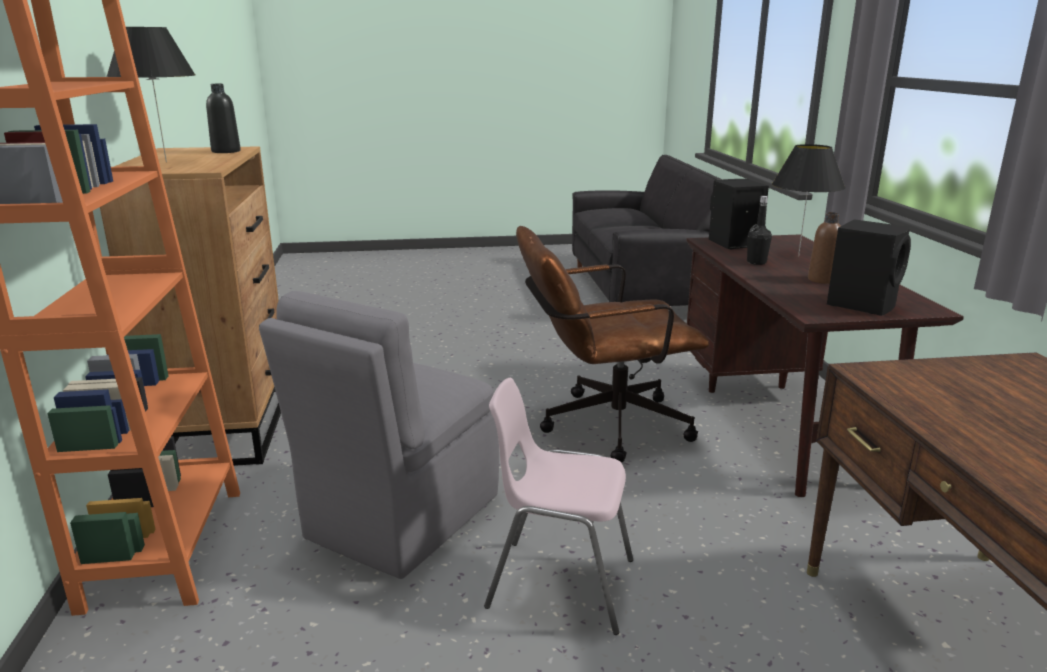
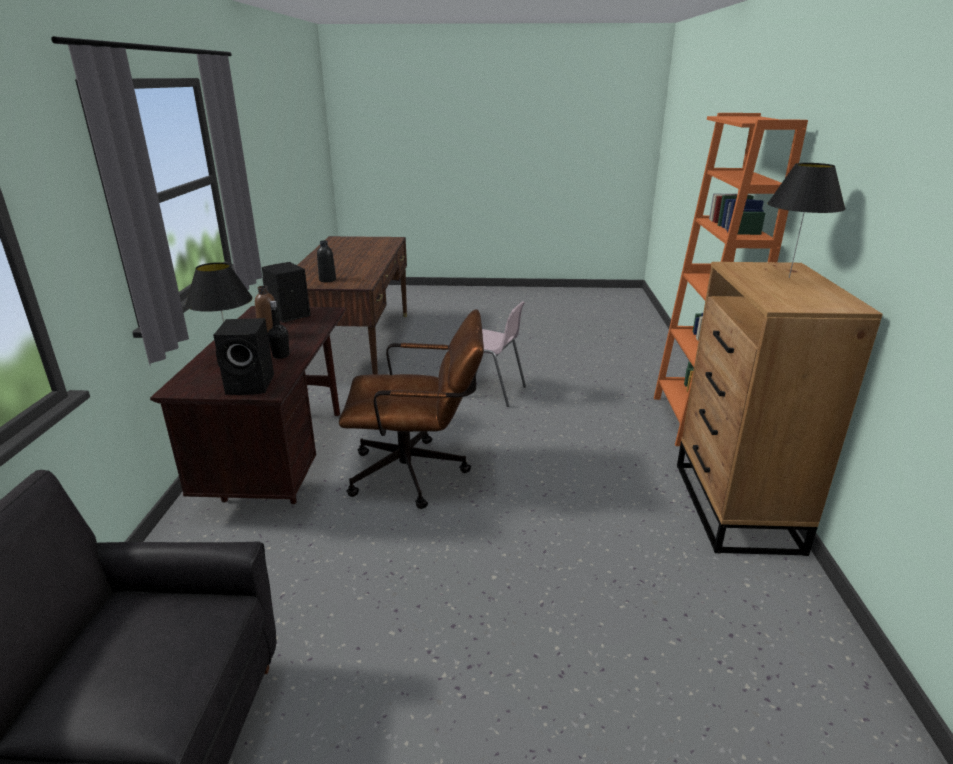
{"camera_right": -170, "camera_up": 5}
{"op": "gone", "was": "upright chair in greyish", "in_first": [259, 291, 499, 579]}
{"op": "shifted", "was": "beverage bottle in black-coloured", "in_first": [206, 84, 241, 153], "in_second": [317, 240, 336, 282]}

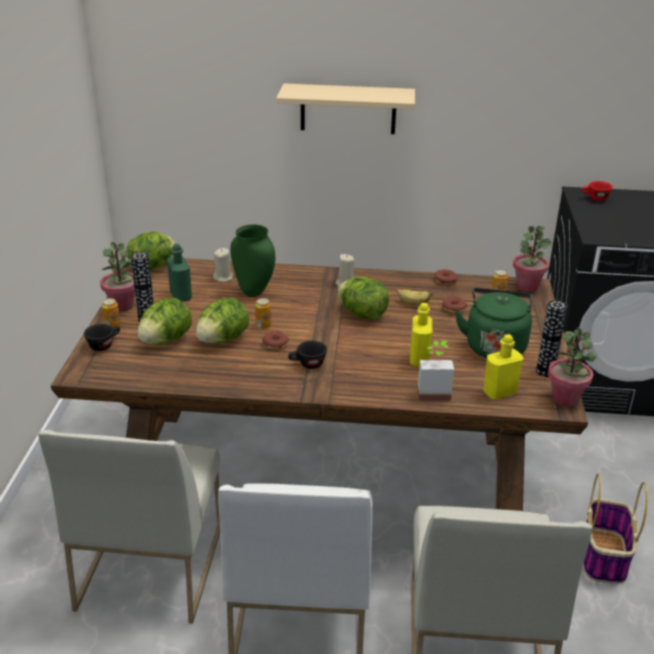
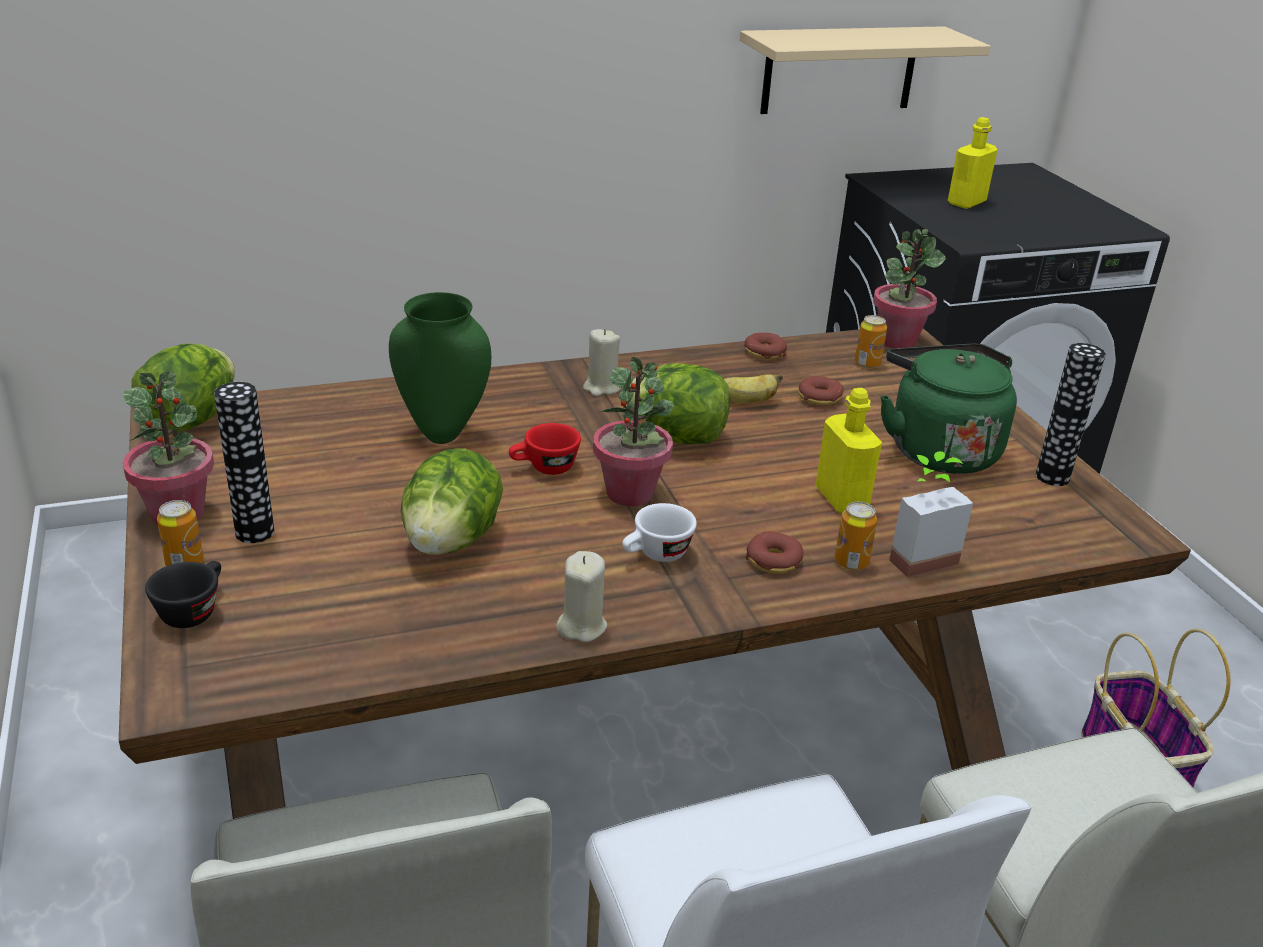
{"camera_right": -25, "camera_up": 0}
{"op": "gone", "was": "lettuce head", "in_first": [138, 298, 192, 345]}
{"op": "gone", "was": "beverage bottle in greenish", "in_first": [167, 244, 192, 302]}
{"op": "shifted", "was": "wax light in sand-coloured", "in_first": [213, 248, 233, 282], "in_second": [556, 551, 607, 642]}
{"op": "shifted", "was": "can", "in_first": [255, 298, 271, 329], "in_second": [834, 502, 877, 570]}
{"op": "shifted", "was": "ring doughnut", "in_first": [262, 331, 289, 350], "in_second": [746, 531, 803, 574]}
{"op": "shifted", "was": "wall shelf in sand-coloured", "in_first": [276, 83, 415, 134], "in_second": [740, 26, 990, 114]}
{"op": "shifted", "was": "beverage bottle in yellow-coloured", "in_first": [483, 334, 523, 400], "in_second": [948, 117, 997, 209]}
{"op": "shifted", "was": "houseplant", "in_first": [548, 327, 597, 407], "in_second": [593, 357, 674, 506]}
{"op": "shifted", "was": "small cup in red", "in_first": [581, 181, 613, 201], "in_second": [509, 423, 581, 475]}
{"op": "repainted", "was": "small cup in black-coloured", "now": "small cup in white", "in_first": [288, 341, 327, 369], "in_second": [622, 503, 697, 562]}

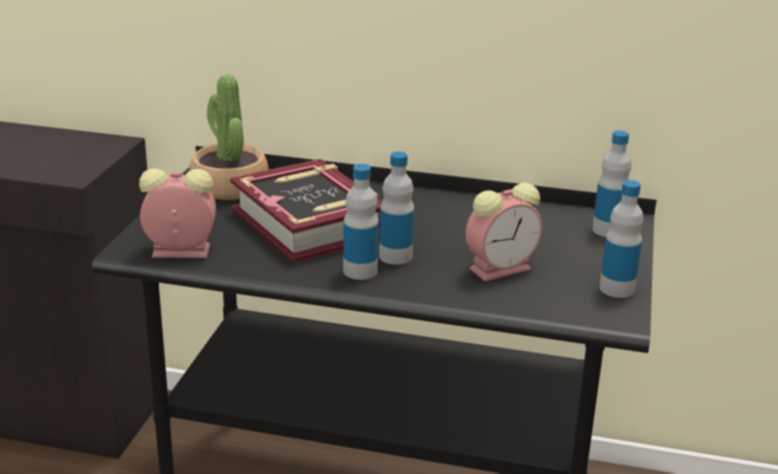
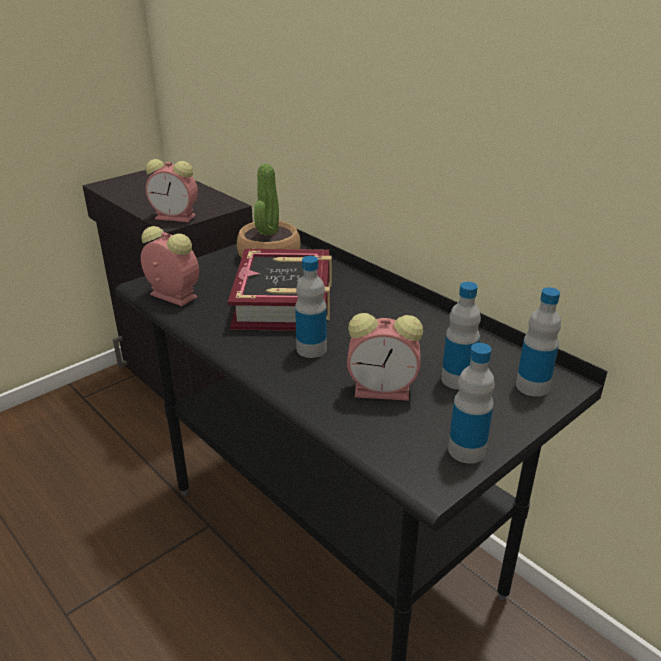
{"camera_right": 35, "camera_up": 5}
{"op": "new", "now": "table clock", "in_second": [146, 159, 198, 222]}
{"op": "shifted", "was": "beverage bottle", "in_first": [343, 164, 379, 280], "in_second": [441, 282, 481, 390]}

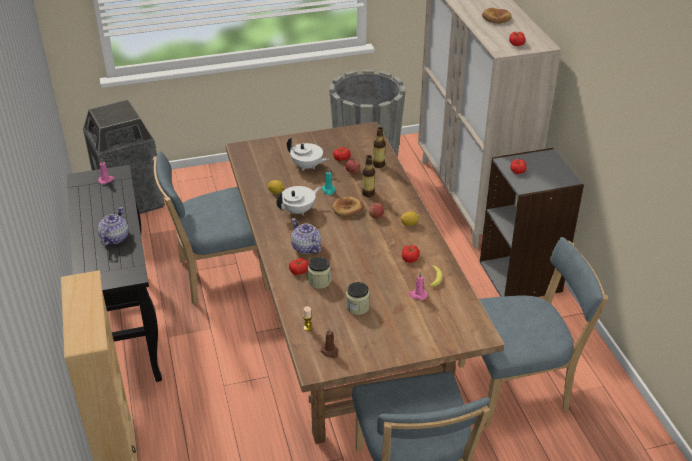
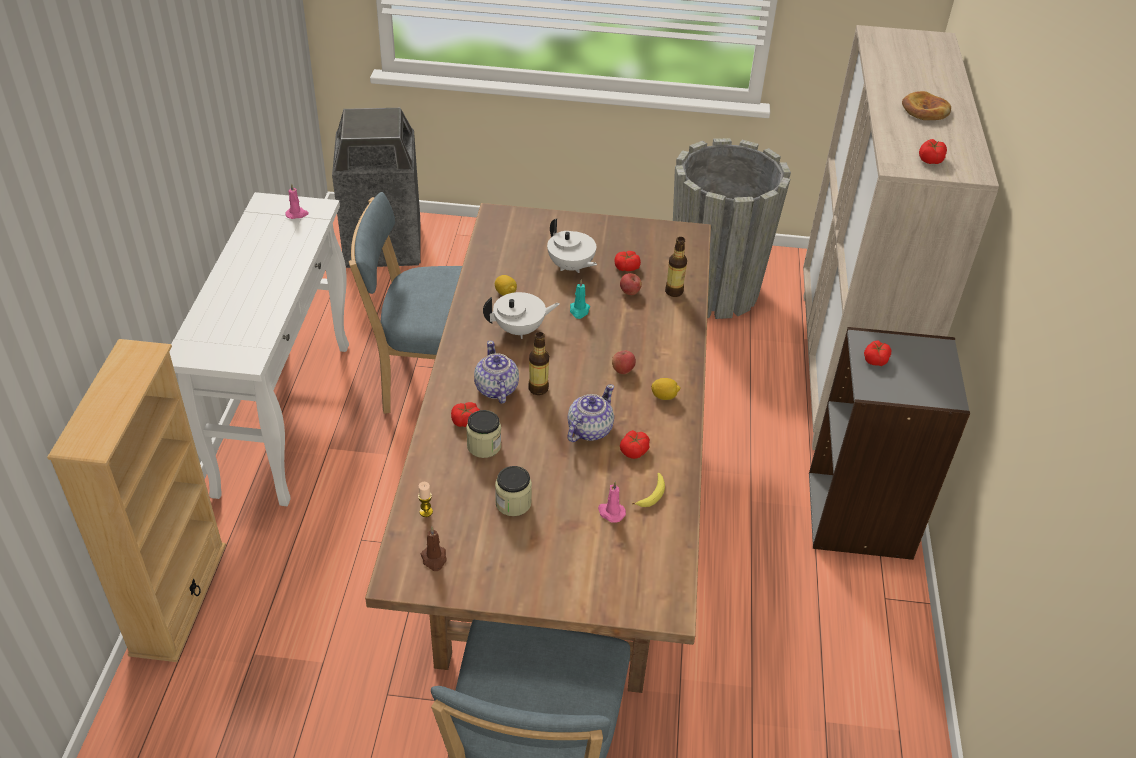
{"camera_right": 20, "camera_up": 5}
{"op": "gone", "was": "baked bread", "in_first": [333, 197, 365, 218]}
{"op": "gone", "was": "upright chair in blue-coloured", "in_first": [458, 237, 608, 427]}
{"op": "shifted", "was": "tea pot", "in_first": [98, 207, 129, 246], "in_second": [567, 384, 614, 442]}
{"op": "shifted", "was": "beverage bottle", "in_first": [362, 155, 375, 197], "in_second": [528, 332, 549, 395]}
{"op": "repainted", "was": "console table in black-coloured", "now": "console table in white", "in_first": [67, 165, 162, 382], "in_second": [169, 192, 349, 506]}

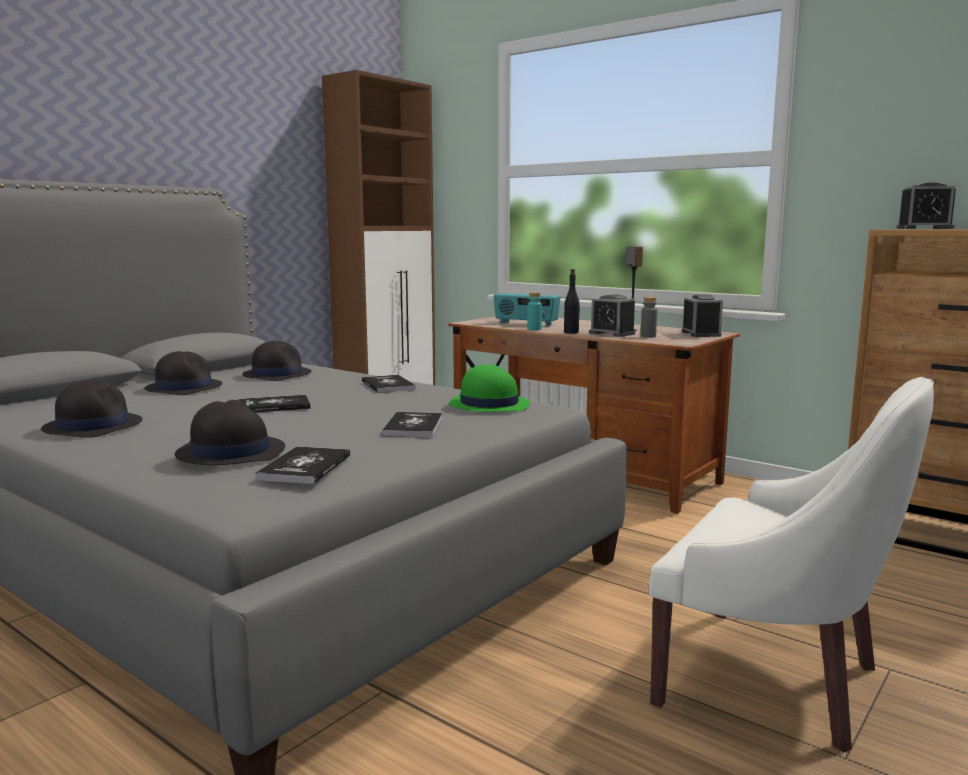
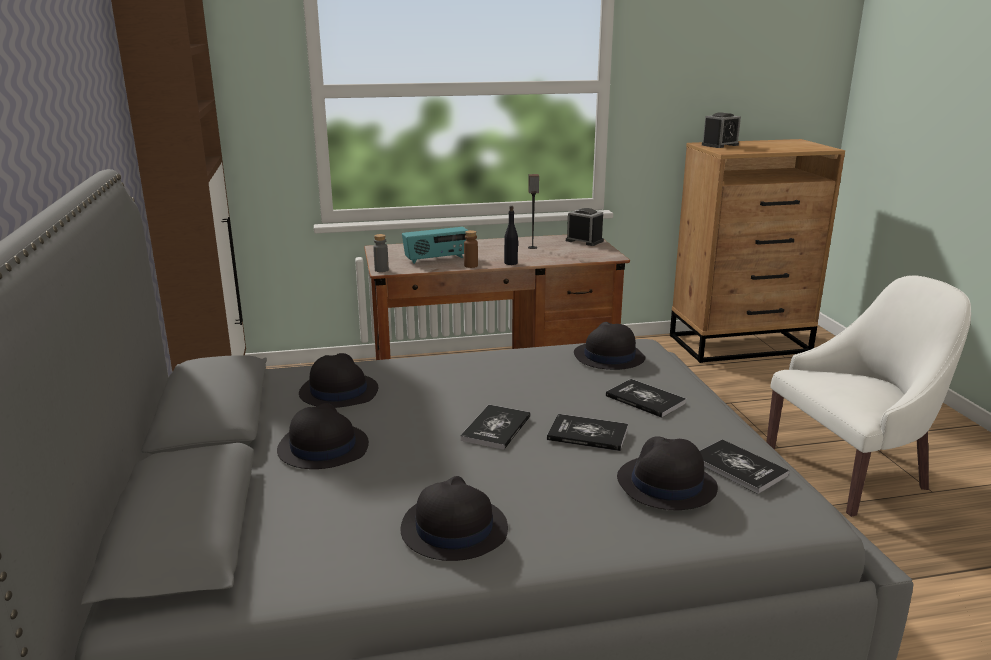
{"camera_right": -50, "camera_up": 10}
{"op": "gone", "was": "table clock", "in_first": [589, 294, 635, 337]}
{"op": "shifted", "was": "bound book", "in_first": [362, 375, 416, 393], "in_second": [547, 414, 628, 451]}
{"op": "shifted", "was": "beverage bottle in greyish", "in_first": [641, 297, 657, 338], "in_second": [373, 234, 389, 272]}
{"op": "repainted", "was": "clothing hat in greenish", "now": "clothing hat in black-coloured", "in_first": [449, 364, 530, 412], "in_second": [574, 322, 646, 370]}
{"op": "repainted", "was": "beverage bottle in turquoise-coloured", "now": "beverage bottle in brown-coloured", "in_first": [527, 292, 542, 330], "in_second": [464, 230, 478, 268]}

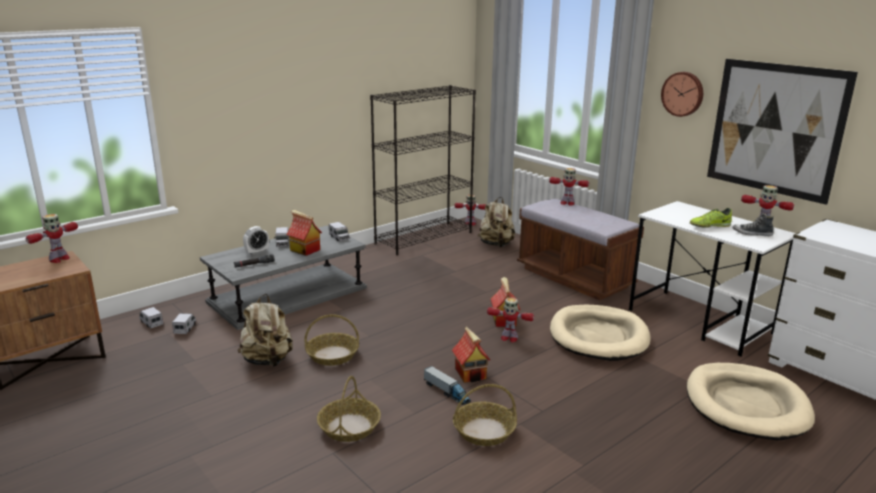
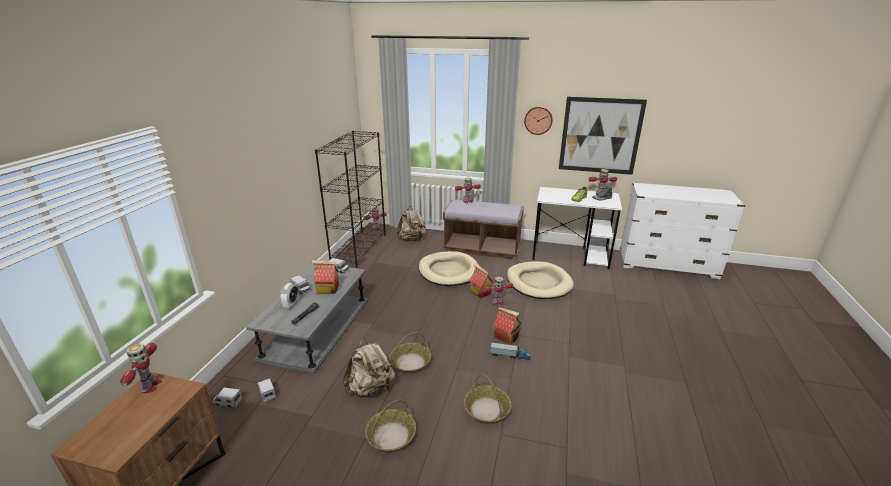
{"camera_right": -35, "camera_up": 5}
{"op": "shifted", "was": "storage basket", "in_first": [453, 384, 517, 446], "in_second": [365, 400, 416, 453]}
{"op": "shifted", "was": "dog cushion in sand-coloured", "in_first": [687, 363, 815, 440], "in_second": [419, 251, 478, 286]}

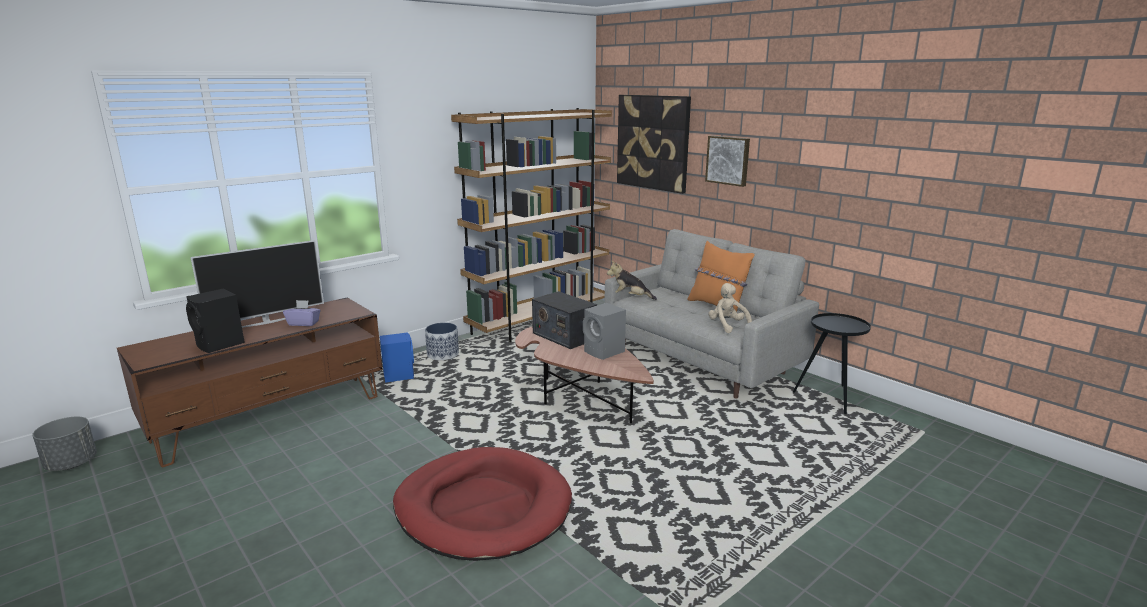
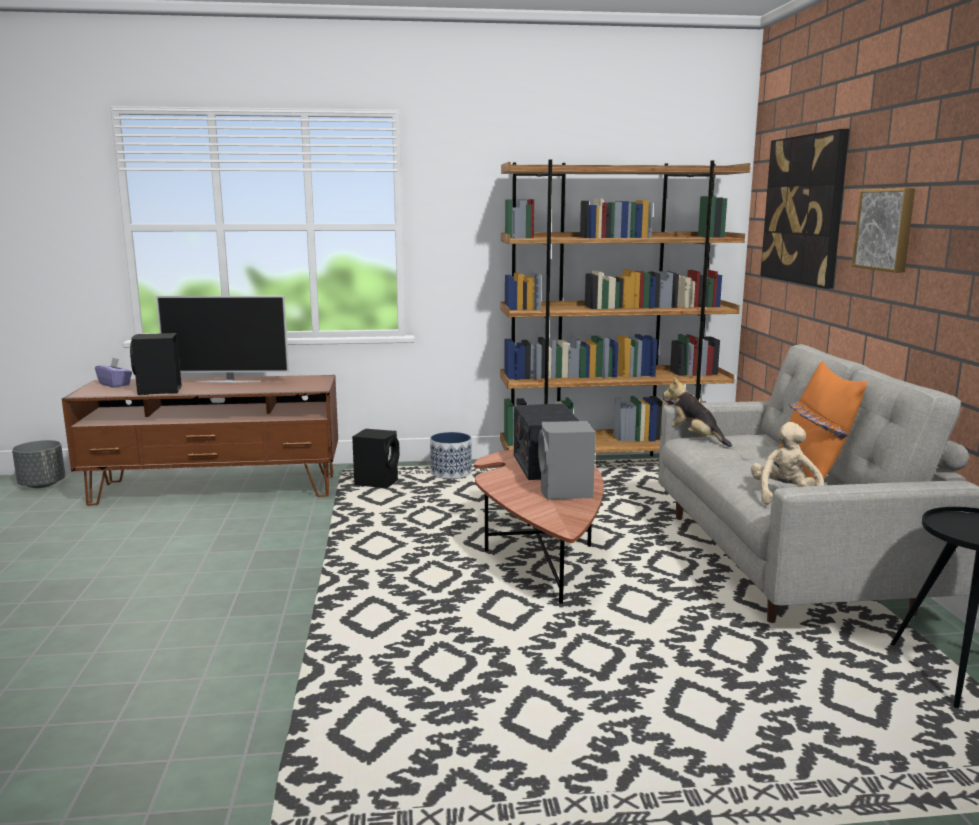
{"camera_right": 35, "camera_up": -5}
{"op": "gone", "was": "dog cushion in red", "in_first": [393, 447, 572, 561]}
{"op": "shifted", "was": "tissue holder in purple-coloured", "in_first": [283, 300, 321, 326], "in_second": [95, 358, 132, 388]}
{"op": "repainted", "was": "speaker in blue-coloured", "now": "speaker in black-coloured", "in_first": [380, 332, 414, 383], "in_second": [352, 429, 400, 488]}

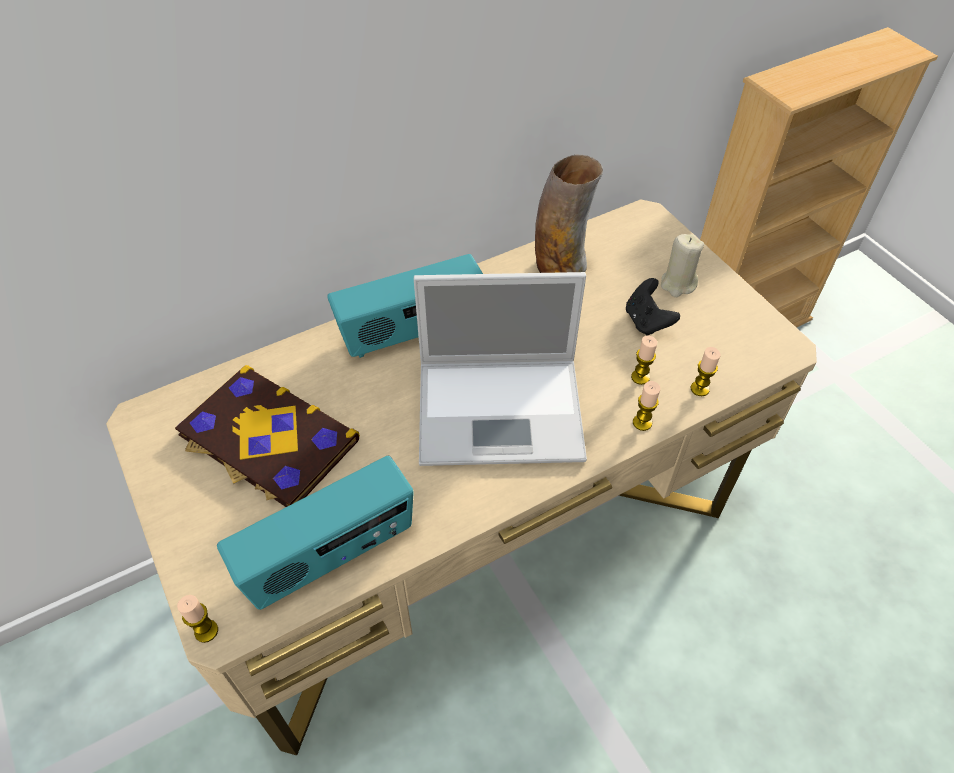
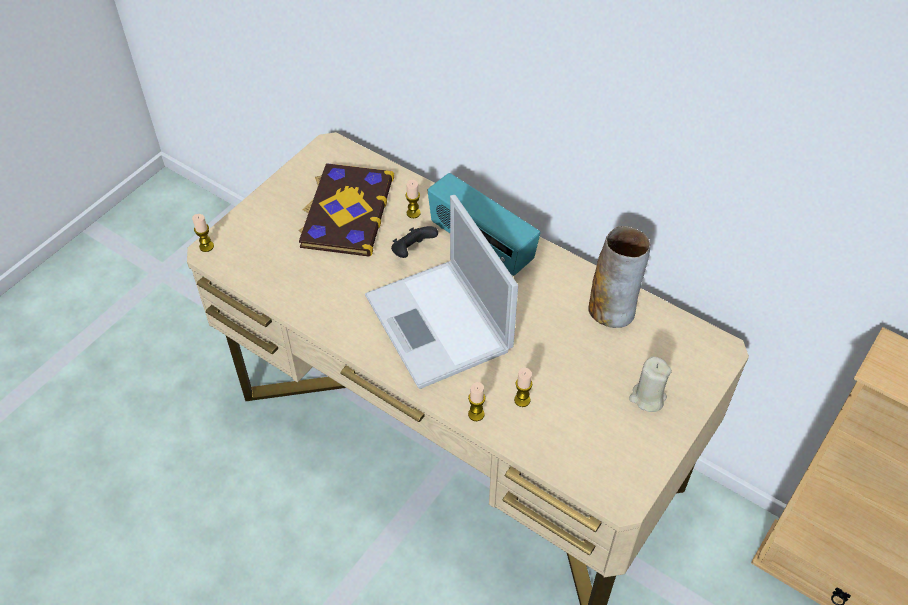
{"camera_right": 65, "camera_up": 0}
{"op": "gone", "was": "radio receiver", "in_first": [217, 456, 414, 610]}
{"op": "shifted", "was": "gamepad in black-coloured", "in_first": [626, 278, 680, 336], "in_second": [391, 226, 438, 258]}
{"op": "shifted", "was": "wax light", "in_first": [691, 347, 720, 396], "in_second": [406, 180, 421, 218]}

